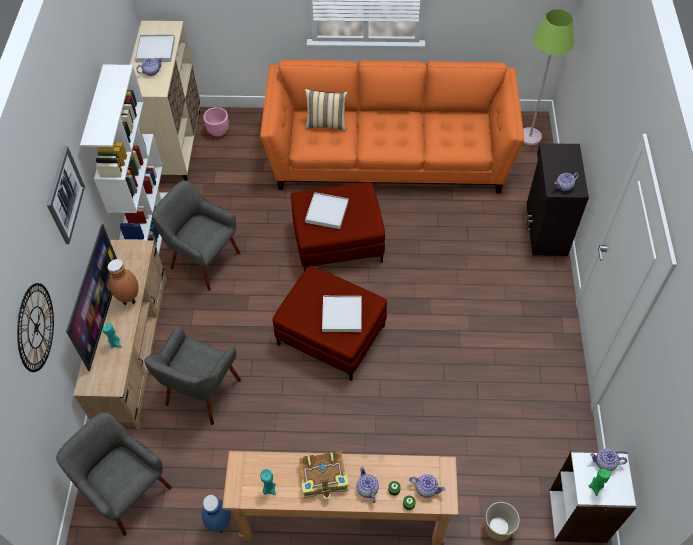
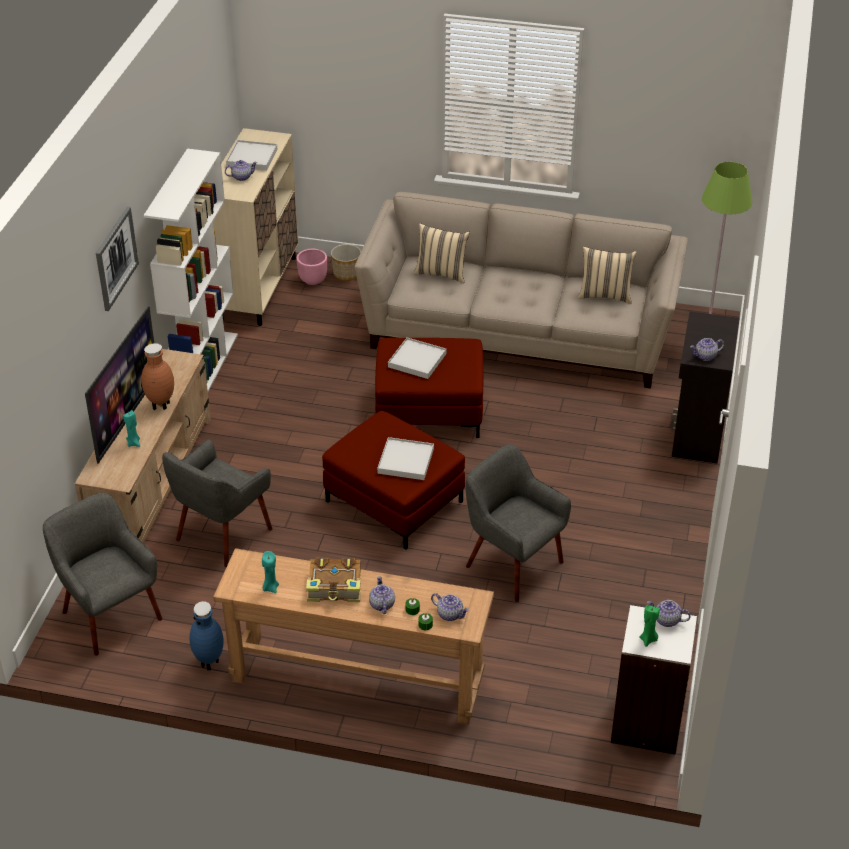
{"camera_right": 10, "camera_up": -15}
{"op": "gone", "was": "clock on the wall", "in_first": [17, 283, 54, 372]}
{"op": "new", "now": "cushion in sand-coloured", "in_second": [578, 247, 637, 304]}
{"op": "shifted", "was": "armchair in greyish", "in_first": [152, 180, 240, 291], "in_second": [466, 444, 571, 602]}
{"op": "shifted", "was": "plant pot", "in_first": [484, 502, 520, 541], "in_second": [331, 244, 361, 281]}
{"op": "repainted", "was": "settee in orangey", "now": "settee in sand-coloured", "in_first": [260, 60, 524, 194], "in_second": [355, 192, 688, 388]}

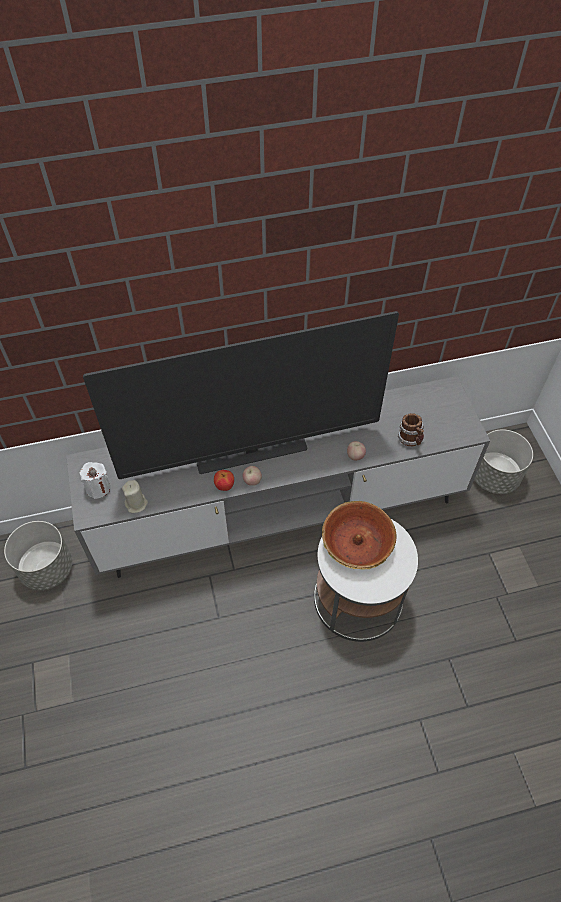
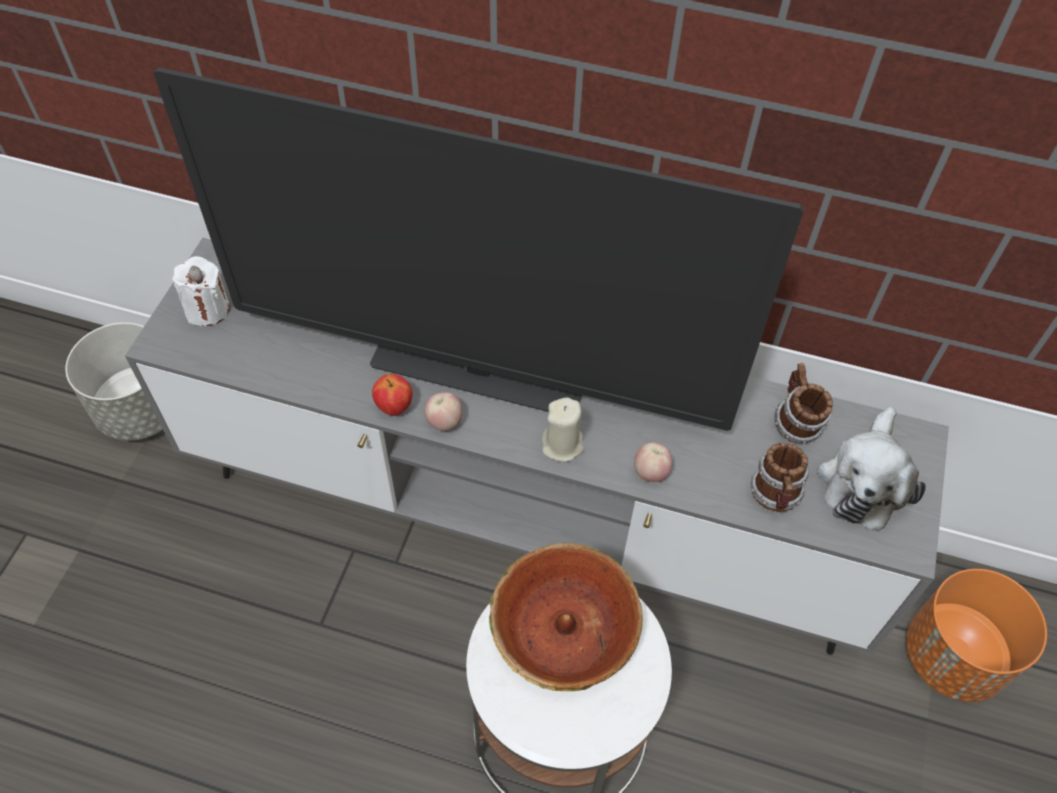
{"camera_right": 30, "camera_up": 0}
{"op": "new", "now": "coffee mug", "in_second": [775, 363, 833, 444]}
{"op": "new", "now": "plush toy", "in_second": [817, 407, 926, 532]}
{"op": "shifted", "was": "wax light in sand-coloured", "in_first": [122, 480, 148, 513], "in_second": [542, 397, 584, 462]}
{"op": "repainted", "was": "plant pot in greyish", "now": "plant pot in orangey", "in_first": [474, 429, 533, 494], "in_second": [906, 569, 1047, 702]}

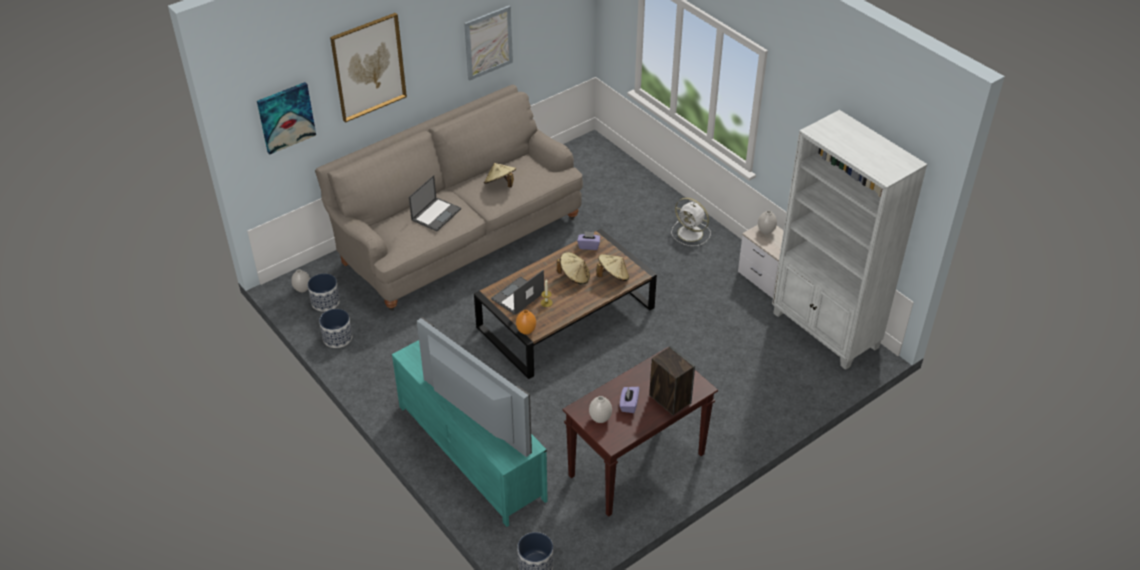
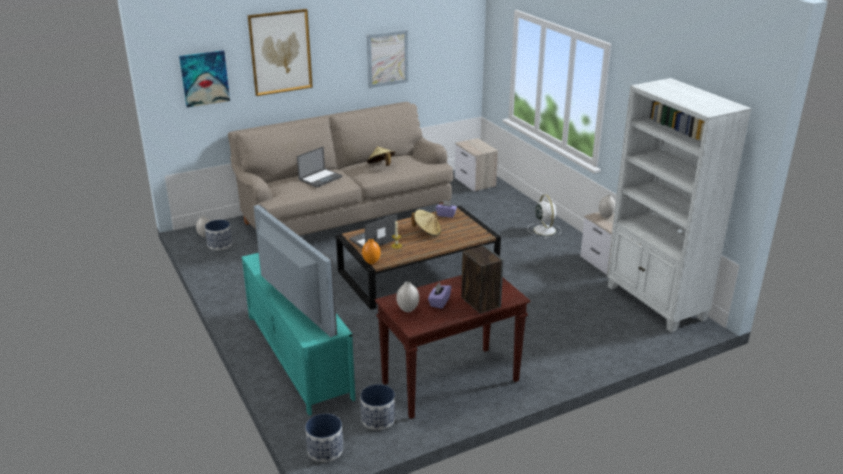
{"camera_right": 10, "camera_up": -15}
{"op": "gone", "was": "clothing hat in sand-coloured", "in_first": [596, 254, 629, 281]}
{"op": "new", "now": "nightstand", "in_second": [455, 138, 498, 192]}
{"op": "shifted", "was": "plant pot", "in_first": [319, 309, 353, 348], "in_second": [360, 384, 395, 430]}
{"op": "rotated", "was": "electric fan in white", "in_first": [671, 198, 711, 246], "in_second": [527, 194, 561, 239], "clockwise": -150}

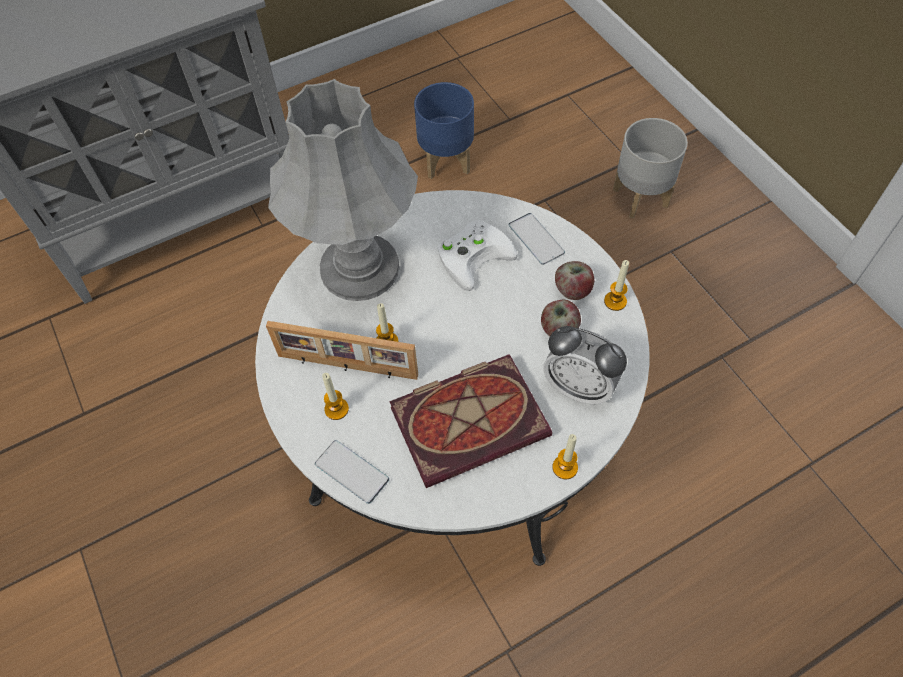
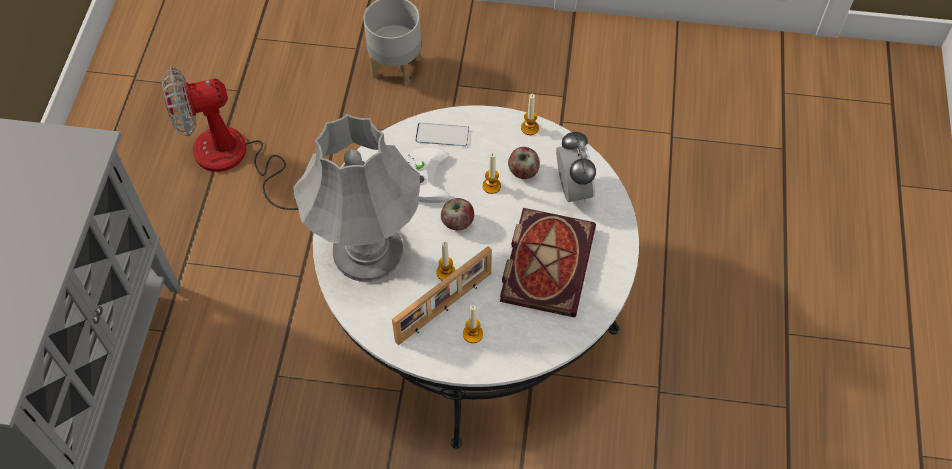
{"camera_right": -55, "camera_up": 0}
{"op": "gone", "was": "phone", "in_first": [315, 440, 389, 504]}
{"op": "shifted", "was": "wax light", "in_first": [552, 434, 578, 480], "in_second": [482, 153, 501, 194]}
{"op": "shifted", "was": "apple", "in_first": [555, 261, 594, 300], "in_second": [441, 198, 474, 230]}
{"op": "swapped", "was": "plant pot in blue-coloured", "now": "electric fan", "in_first": [414, 82, 474, 179], "in_second": [162, 67, 298, 210]}
{"op": "rotated", "was": "table clock", "in_first": [543, 326, 627, 405], "in_second": [556, 130, 596, 202], "clockwise": -75}

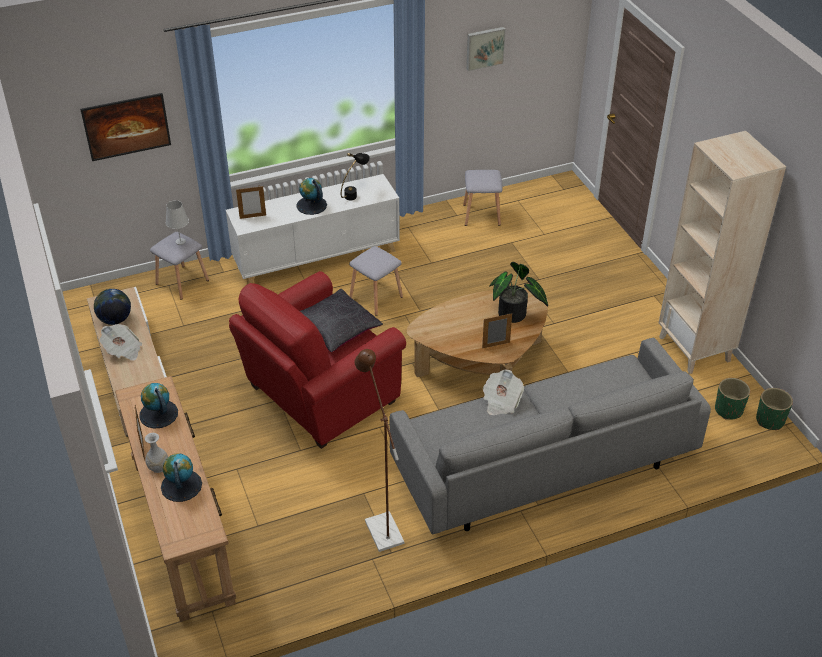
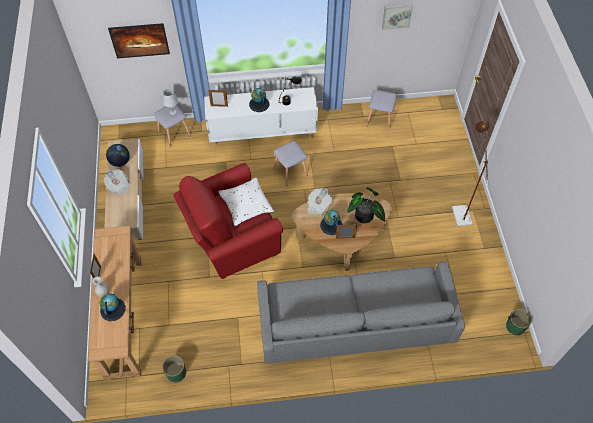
{"camera_right": 15, "camera_up": 15}
{"op": "gone", "was": "bookshelf in sand-coloured", "in_first": [659, 131, 786, 374]}
{"op": "shifted", "was": "globe", "in_first": [139, 383, 178, 429], "in_second": [320, 210, 343, 235]}
{"op": "shifted", "was": "floor lamp in brown-coloured", "in_first": [355, 349, 404, 552], "in_second": [452, 121, 490, 226]}
{"op": "shifted", "was": "daily paper", "in_first": [483, 369, 524, 415], "in_second": [307, 188, 332, 216]}
{"op": "shifted", "was": "plant pot in greenish", "in_first": [715, 378, 750, 420], "in_second": [162, 355, 186, 382]}
{"op": "repainted", "was": "cushion in black-coloured", "now": "cushion in white", "in_first": [300, 289, 383, 352], "in_second": [218, 177, 274, 226]}

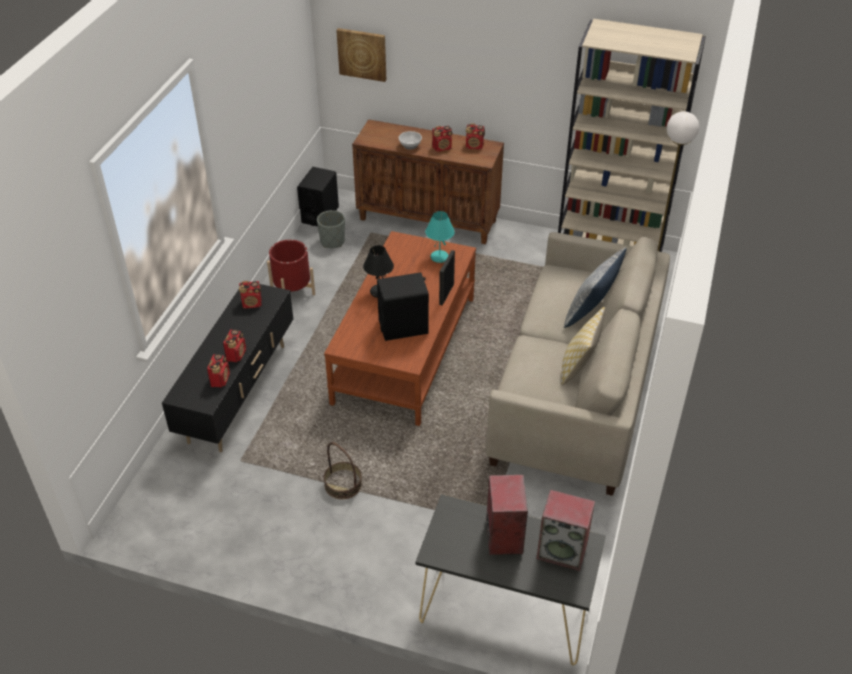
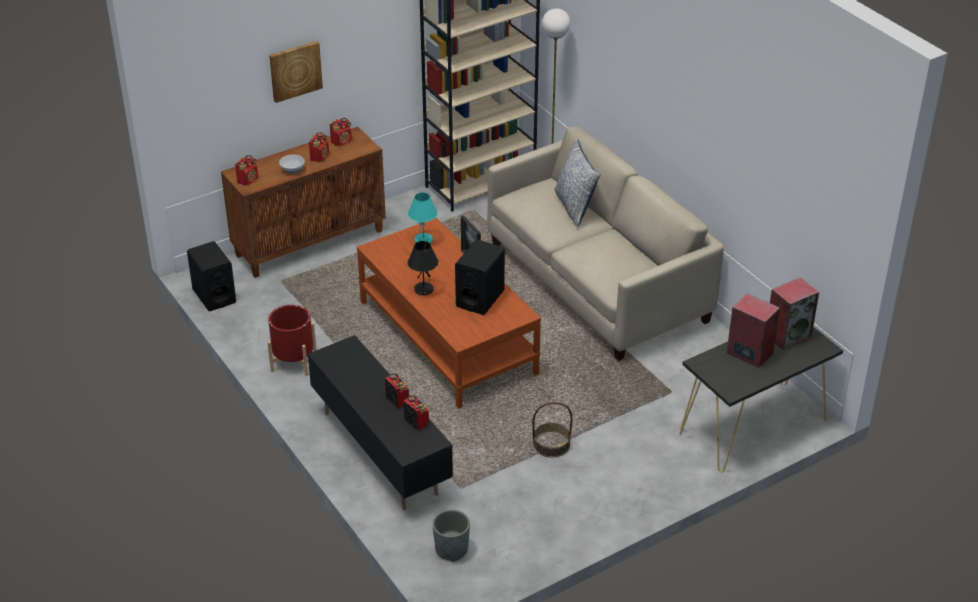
{"camera_right": -50, "camera_up": -5}
{"op": "gone", "was": "cushion", "in_first": [561, 307, 606, 386]}
{"op": "shifted", "was": "radio receiver", "in_first": [239, 281, 262, 309], "in_second": [235, 155, 258, 186]}
{"op": "shifted", "was": "plant pot in greyish", "in_first": [317, 210, 345, 248], "in_second": [432, 509, 470, 562]}
{"op": "shifted", "was": "wall picture", "in_first": [336, 28, 386, 82], "in_second": [269, 41, 323, 103]}

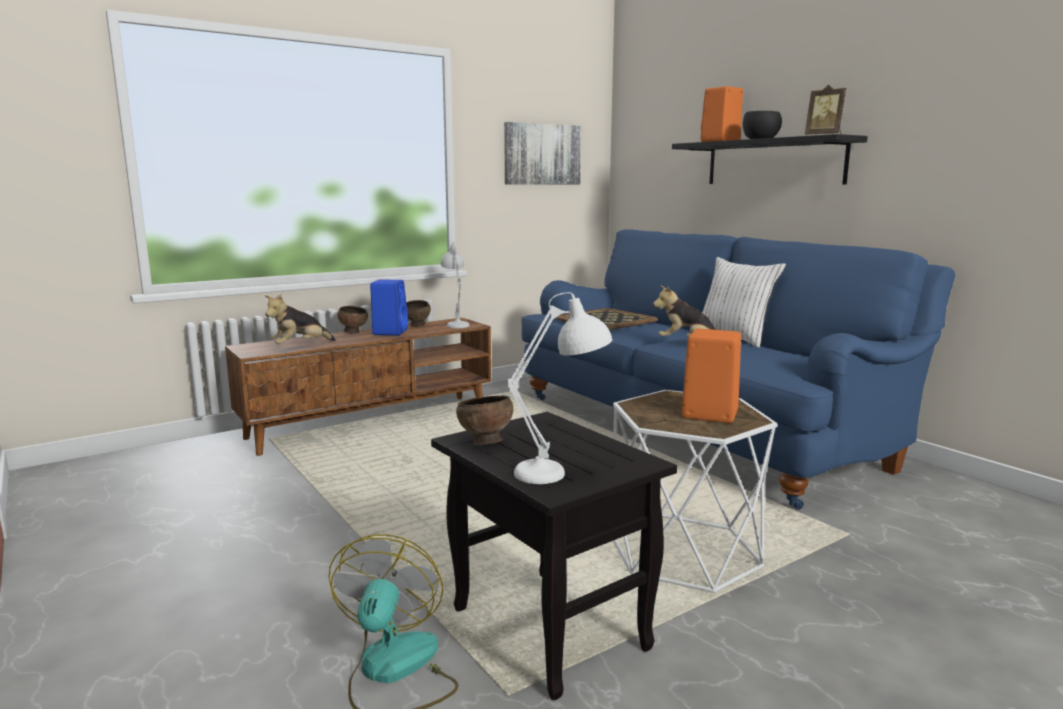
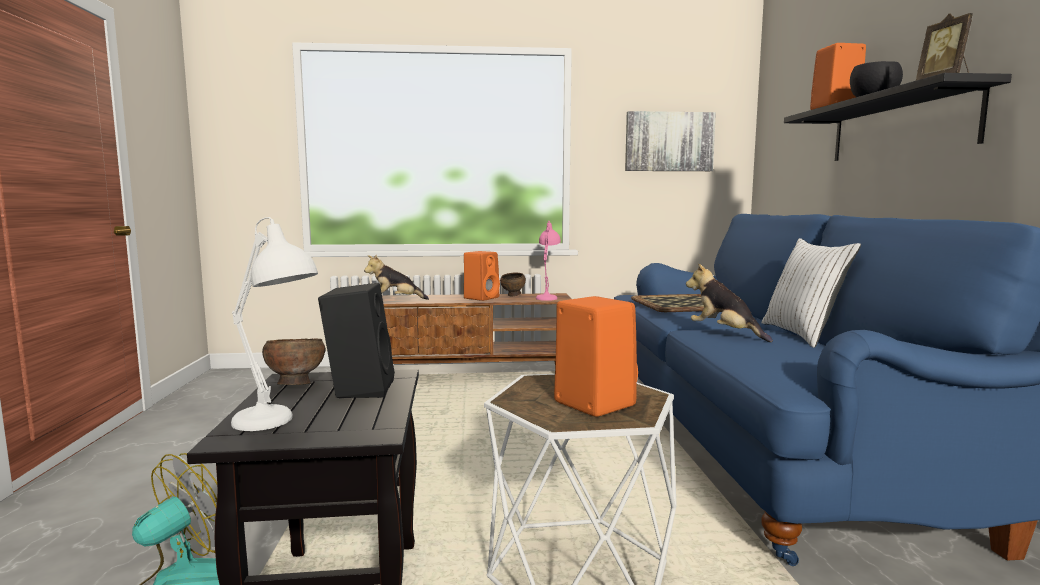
{"camera_right": 30, "camera_up": -5}
{"op": "gone", "was": "bowl in brown-coloured", "in_first": [337, 306, 368, 334]}
{"op": "new", "now": "speaker in black-coloured", "in_second": [318, 283, 395, 399]}
{"op": "repainted", "was": "speaker in blue-coloured", "now": "speaker in orangey", "in_first": [370, 280, 408, 335], "in_second": [464, 251, 500, 301]}
{"op": "repainted", "was": "lamp for a table in white", "now": "lamp for a table in pink", "in_first": [441, 242, 470, 328], "in_second": [536, 221, 561, 301]}

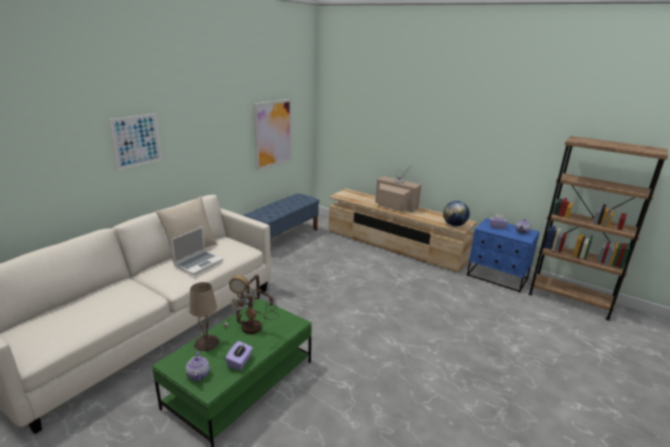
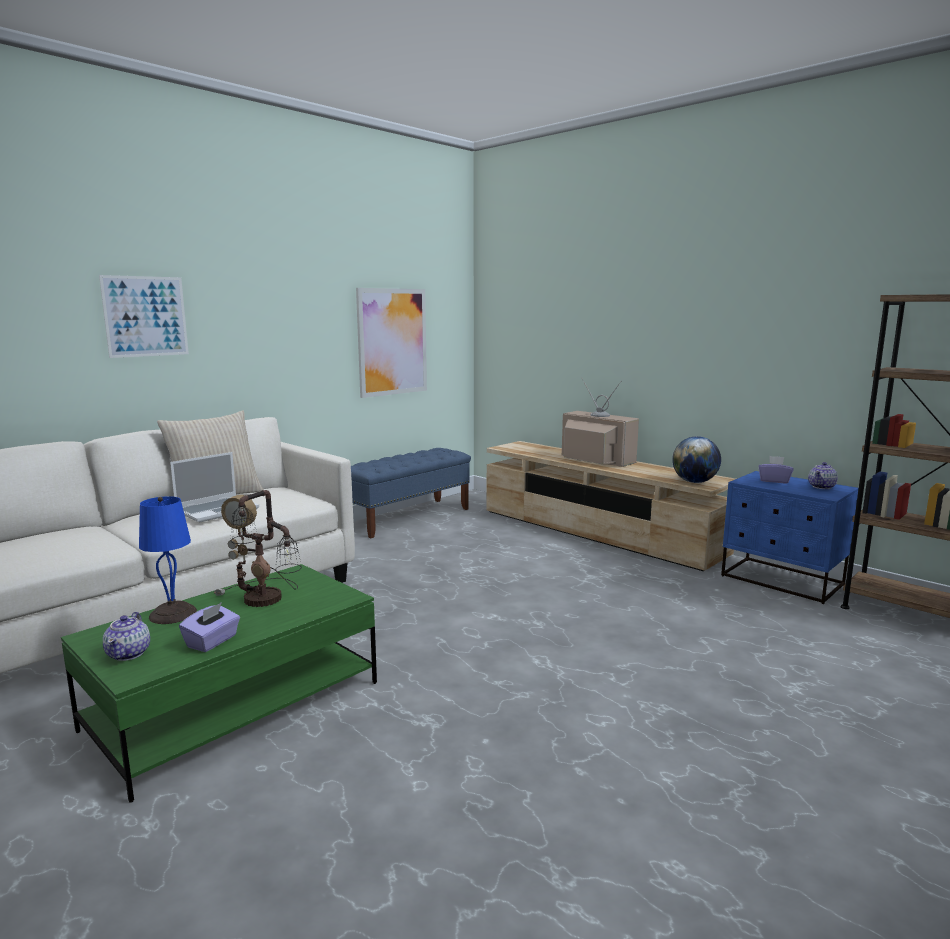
{"camera_right": 10, "camera_up": -10}
{"op": "repainted", "was": "lamp for a table in sand-coloured", "now": "lamp for a table in blue-coloured", "in_first": [189, 282, 220, 351], "in_second": [139, 496, 197, 624]}

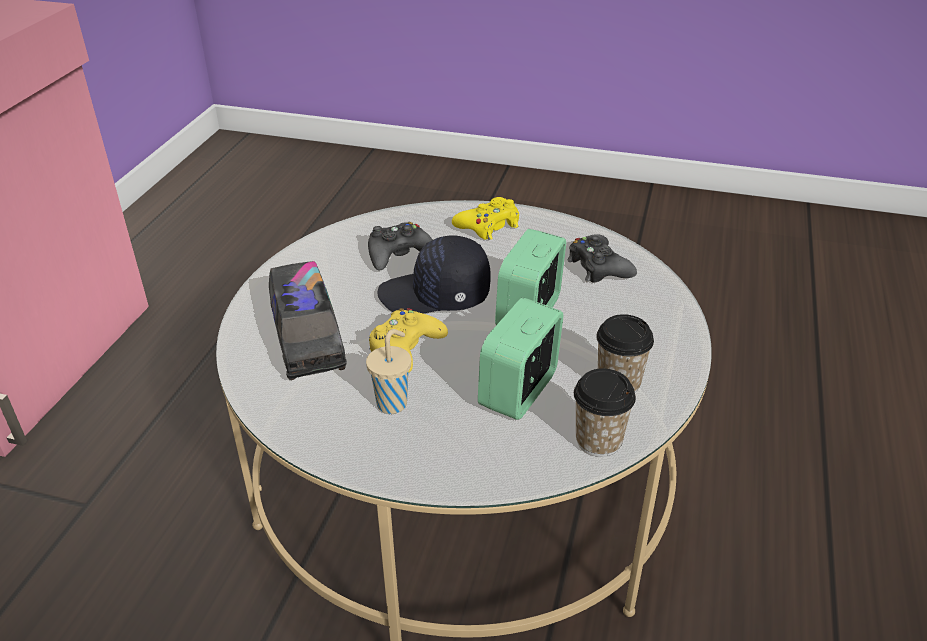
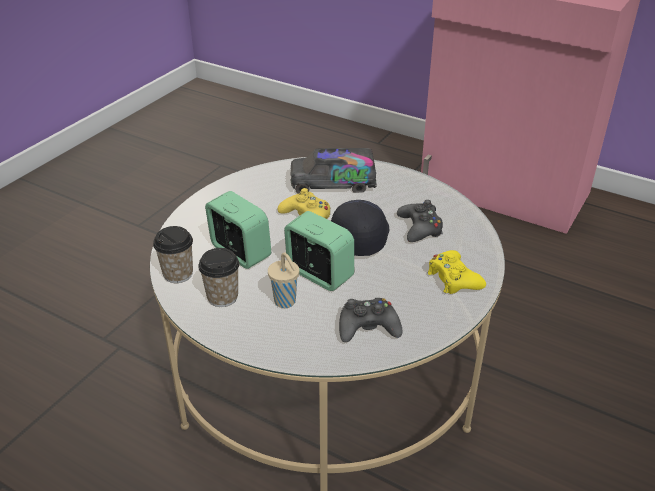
{"camera_right": 105, "camera_up": 0}
{"op": "shifted", "was": "small cup in sand-coloured", "in_first": [366, 329, 411, 414], "in_second": [268, 252, 299, 308]}

